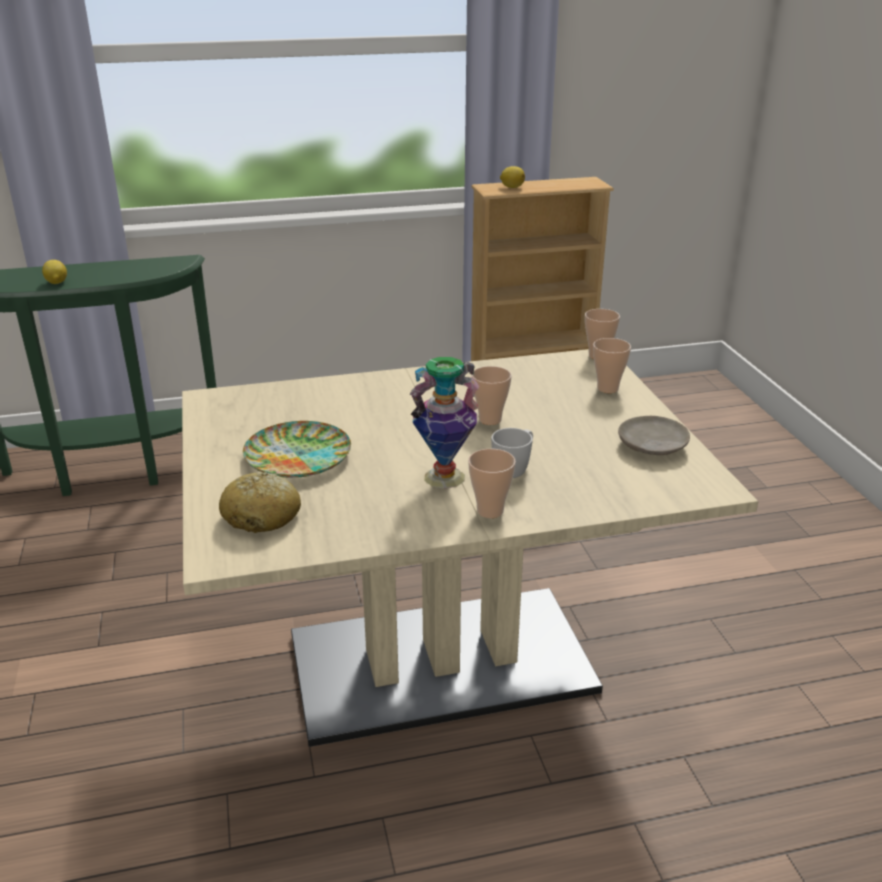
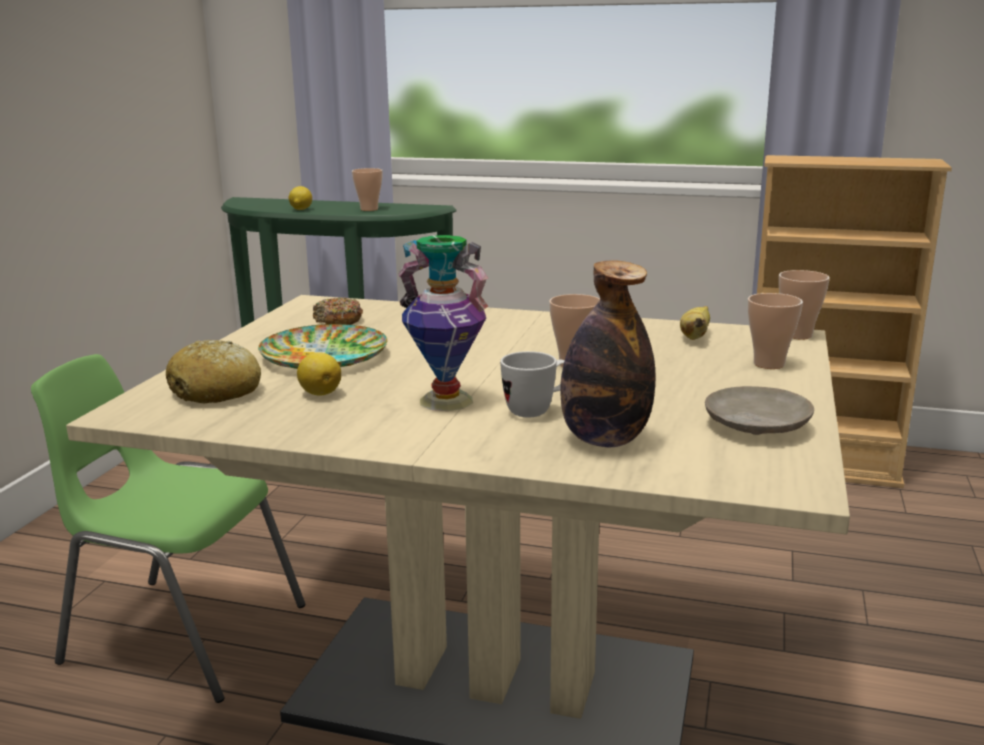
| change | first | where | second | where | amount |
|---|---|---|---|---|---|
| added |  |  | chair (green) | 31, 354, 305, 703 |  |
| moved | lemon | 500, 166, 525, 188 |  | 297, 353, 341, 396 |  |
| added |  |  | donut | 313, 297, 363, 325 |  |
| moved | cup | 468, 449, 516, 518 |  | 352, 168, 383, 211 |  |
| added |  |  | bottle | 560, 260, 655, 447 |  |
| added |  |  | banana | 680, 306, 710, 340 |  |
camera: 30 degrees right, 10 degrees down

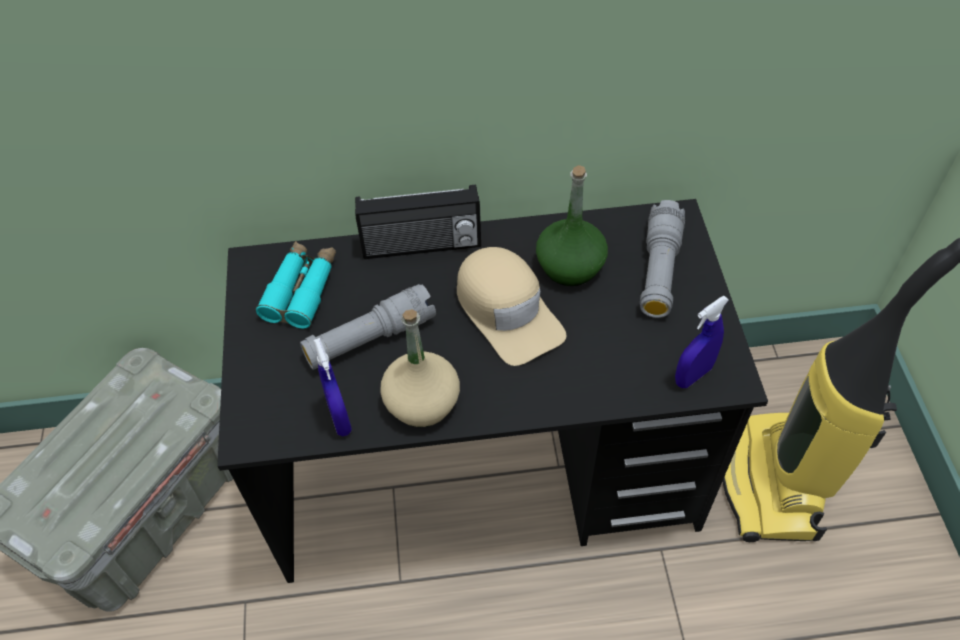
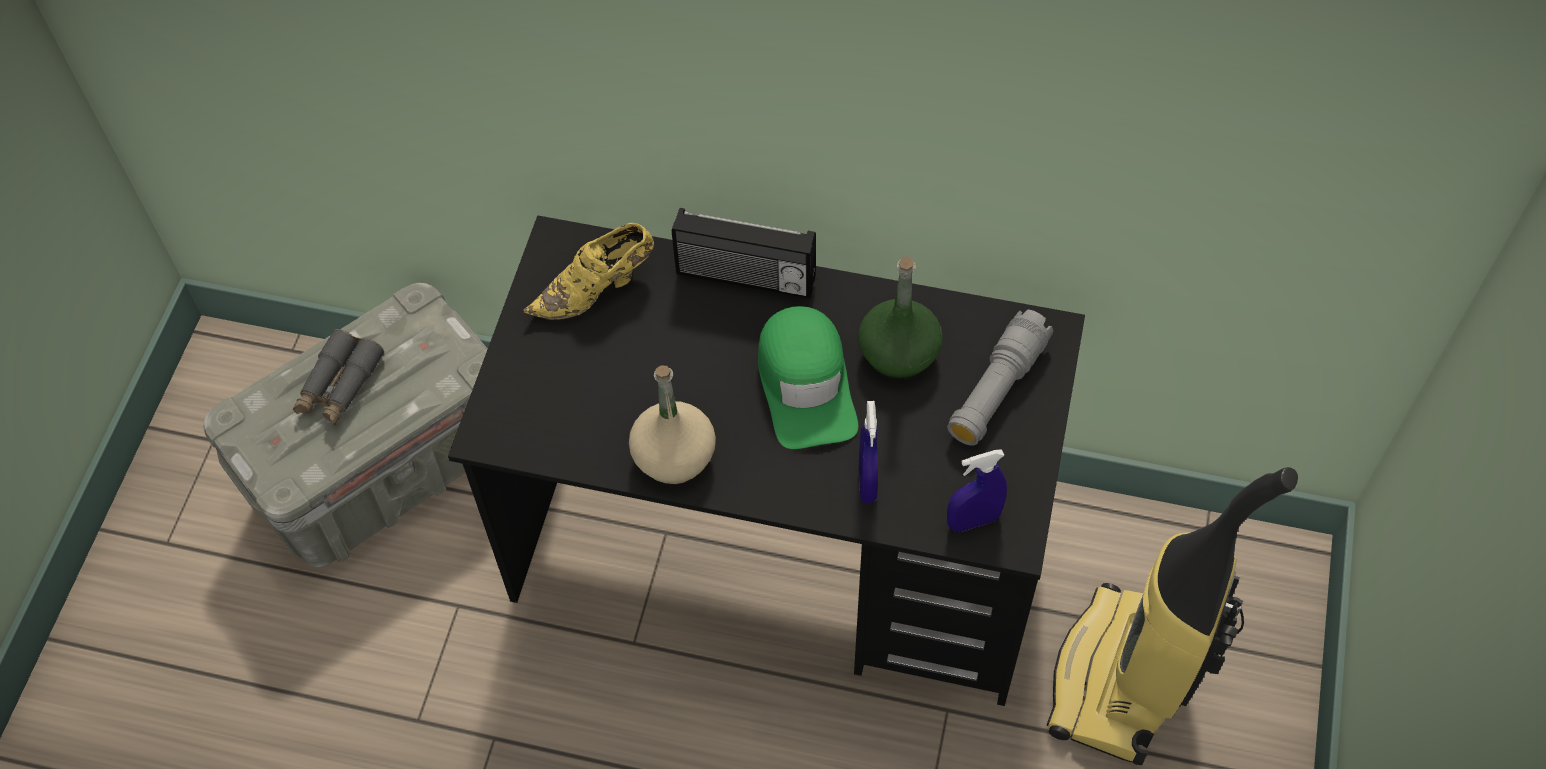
| change | first | where | second | where | amount |
|---|---|---|---|---|---|
| added |  |  | binoculars (grey) | 293, 329, 384, 426 |  |
| replaced | binoculars (turquoise) | 256, 241, 336, 329 | shoe (yellow) | 523, 223, 654, 320 |  |
| recoloured | cap (beige) | 457, 247, 566, 366 | cap (green) | 758, 306, 858, 449 |  |
| moved | spray bottle (blue) | 313, 338, 352, 436 |  | 859, 401, 878, 503 |  |
| removed | flashlight (grey) | 300, 284, 436, 370 |  |  |  |
camera: 20 degrees right, 5 degrees up

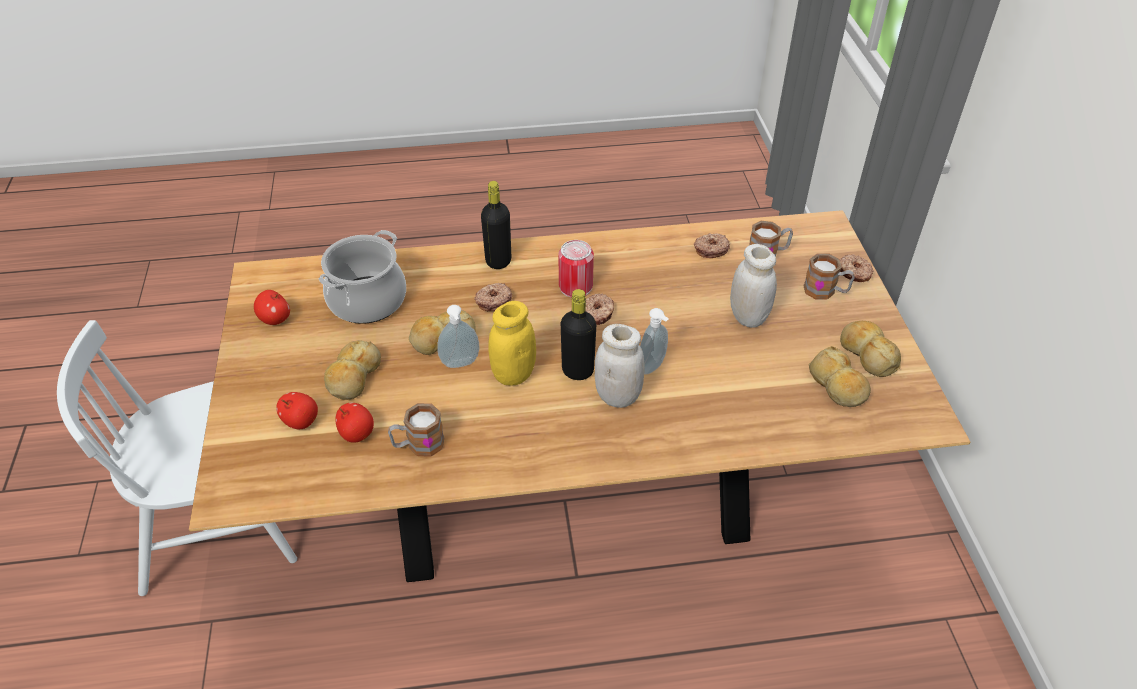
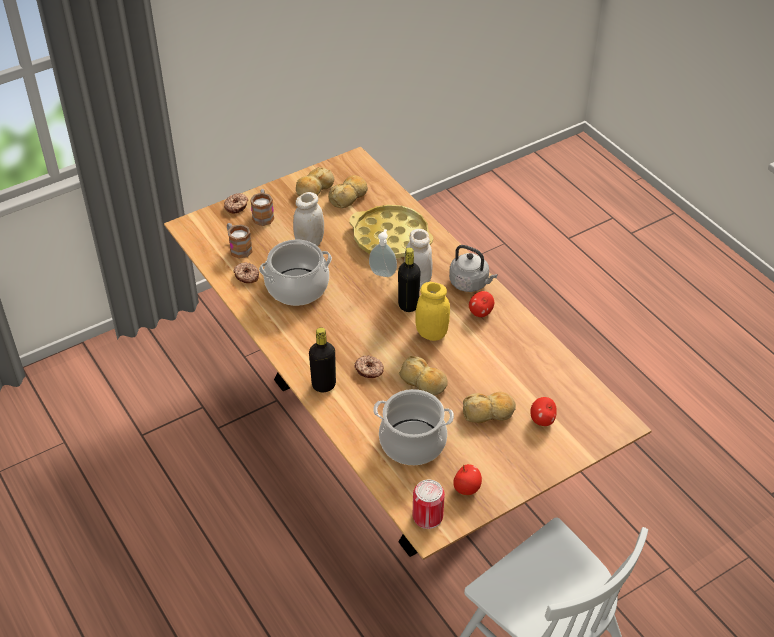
| change | first | where | second | where | amount |
|---|---|---|---|---|---|
| added |  |  | cooking pot | 259, 240, 332, 306 |  |
| added |  |  | tray (yellow) | 349, 205, 433, 258 |  |
| moved | can | 559, 240, 594, 298 |  | 413, 480, 445, 529 |  |
| added |  |  | kettle (grey) | 449, 245, 497, 292 |  |
| moved | apple | 335, 402, 374, 443 |  | 469, 291, 494, 317 |  |
| removed | mug | 388, 403, 444, 457 |  |  |  |
| removed | soap dispenser | 437, 305, 480, 368 |  |  |  |
| removed | donut | 585, 293, 614, 325 |  |  |  |
camera: 115 degrees left, 0 degrees up

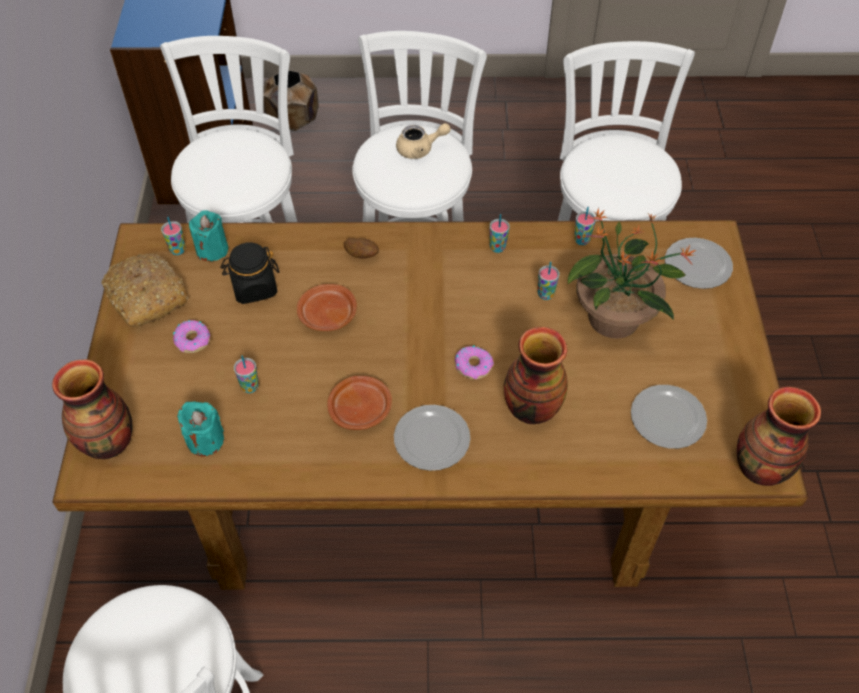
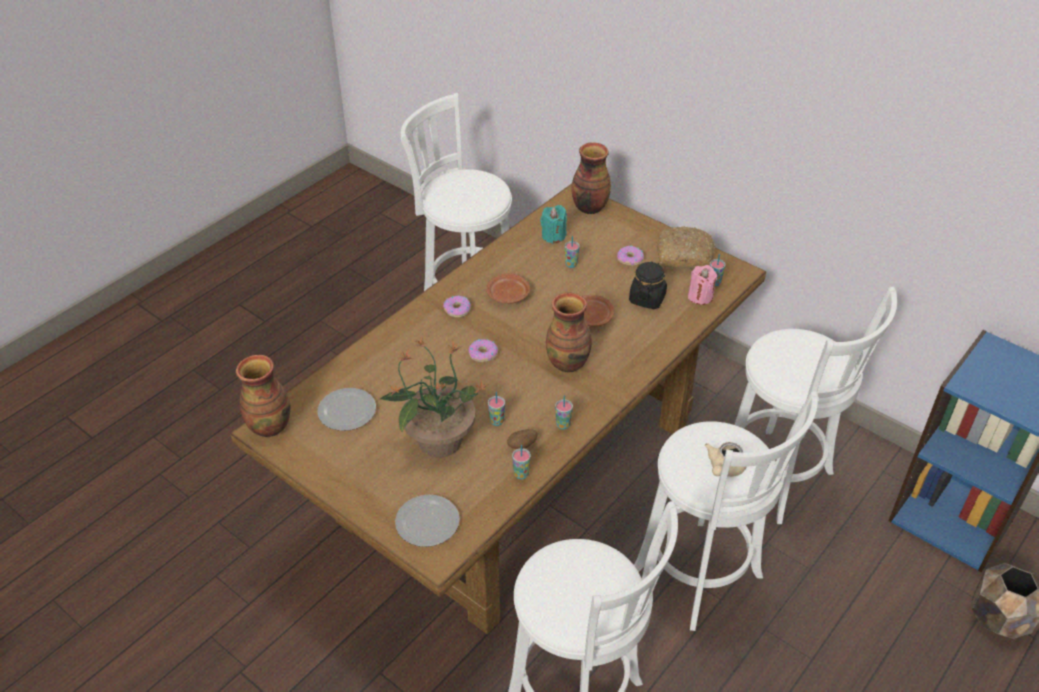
| change | first | where | second | where | amount |
|---|---|---|---|---|---|
| replaced | plate | 394, 405, 470, 471 | donut | 443, 296, 471, 318 |  |
| moved | potato | 344, 238, 379, 259 |  | 507, 429, 537, 449 |  |
| moved | vase | 504, 327, 568, 424 |  | 546, 293, 592, 372 |  |
| recoloured | candle (turquoise) | 189, 210, 228, 261 | candle (pink) | 688, 265, 717, 305 |  |
camera: 130 degrees right, 10 degrees down

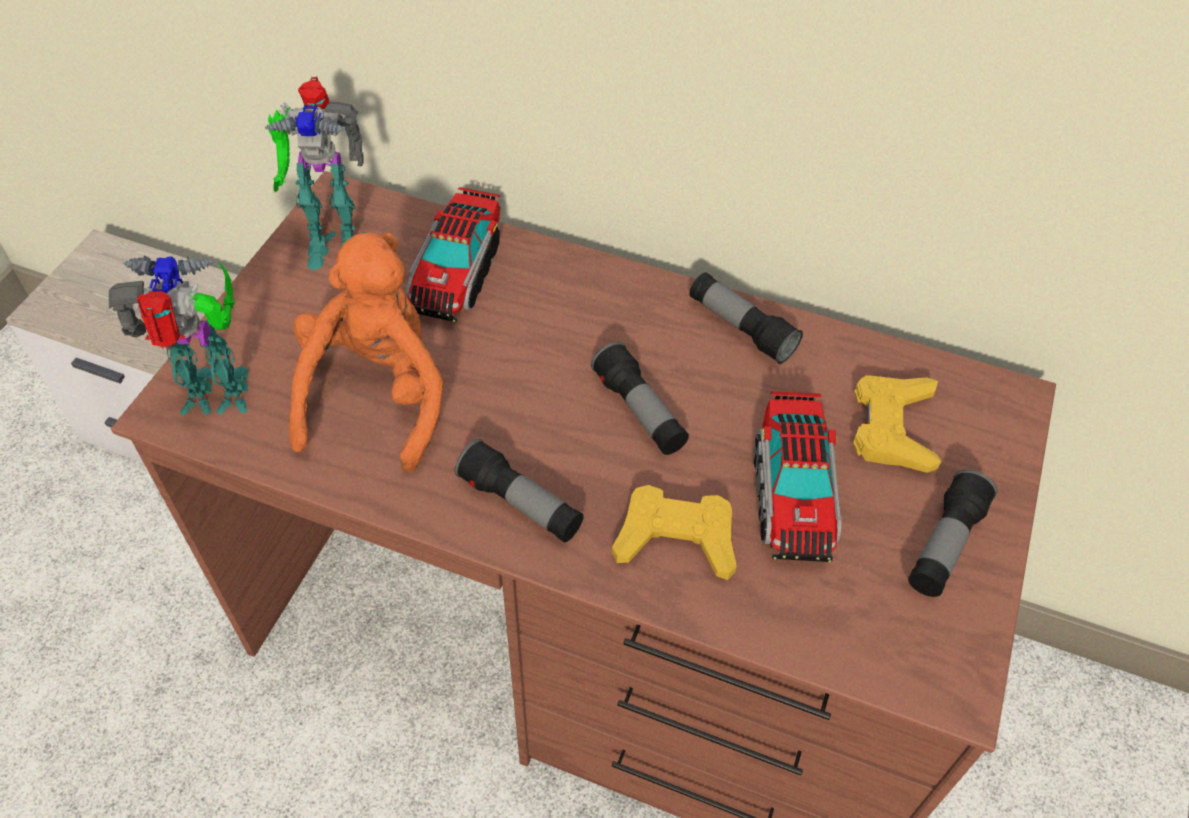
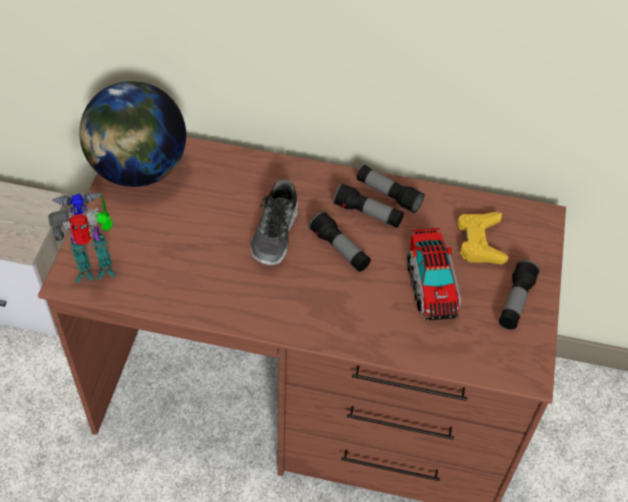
| change | first | where | second | where | amount |
|---|---|---|---|---|---|
| replaced | toy robot | 265, 76, 366, 270 | globe | 79, 81, 186, 187 |  |
| added |  |  | shoe | 251, 180, 298, 265 |  |
| moved | flashlight | 455, 439, 584, 542 |  | 333, 183, 404, 228 |  |
| removed | plush toy (orange) | 289, 233, 444, 472 |  |  |  |
| removed | toy truck | 406, 187, 501, 322 |  |  |  |
| removed | game controller (yellow) | 612, 485, 737, 580 |  |  |  |
camera: 10 degrees left, 0 degrees up

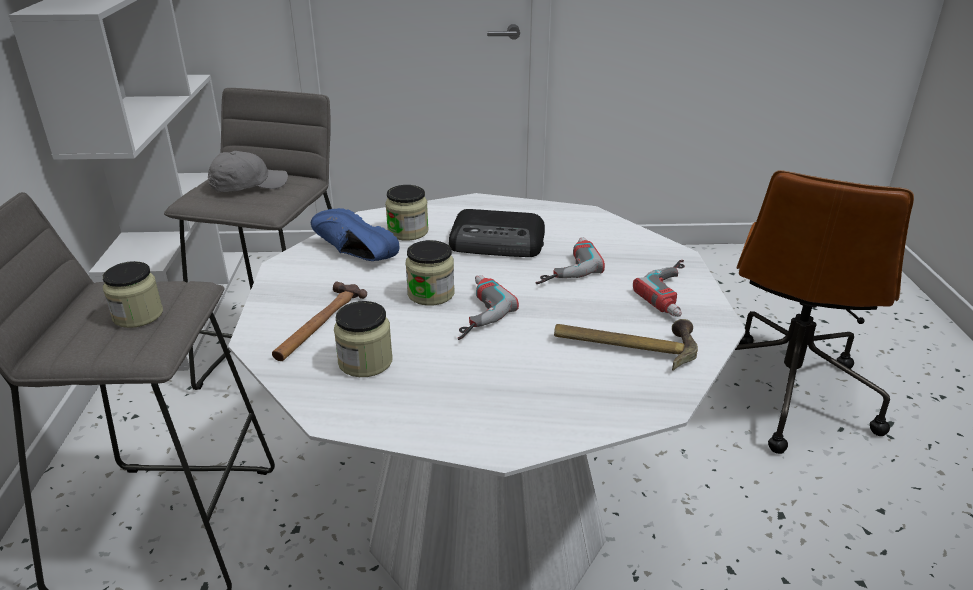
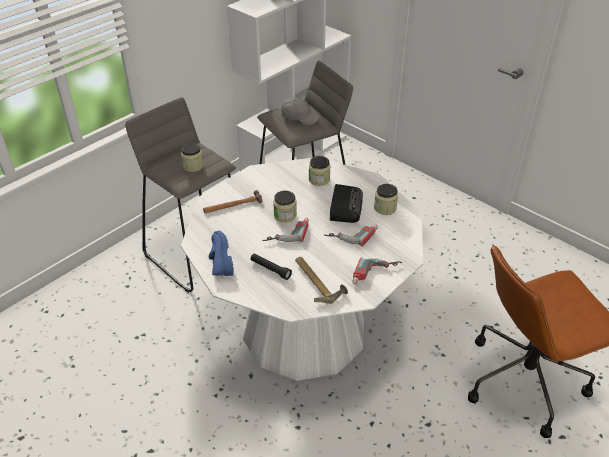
| change | first | where | second | where | amount |
|---|---|---|---|---|---|
| moved | shoe (blue) | 311, 208, 400, 261 |  | 209, 230, 234, 276 |  |
| added |  |  | flashlight (black) | 251, 253, 292, 280 |  |
| turned | radio | 449, 209, 545, 257 |  | 330, 184, 363, 223 | 135 degrees counterclockwise |
| moved | jar | 334, 301, 393, 377 |  | 374, 184, 398, 215 |  |
camera: 45 degrees right, 10 degrees up

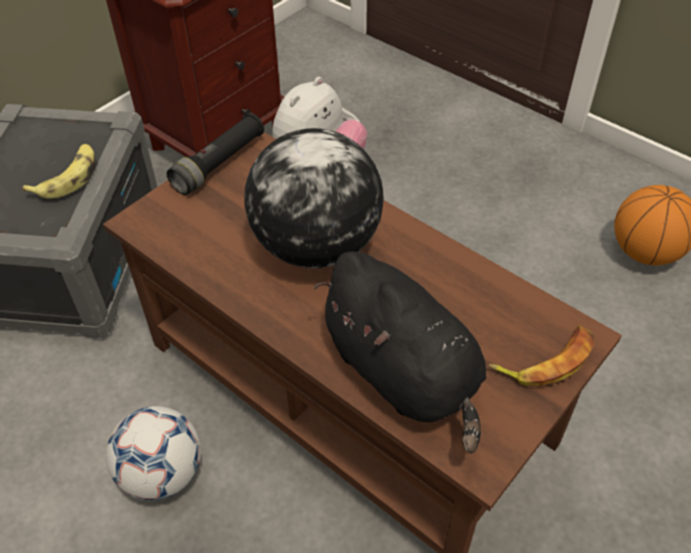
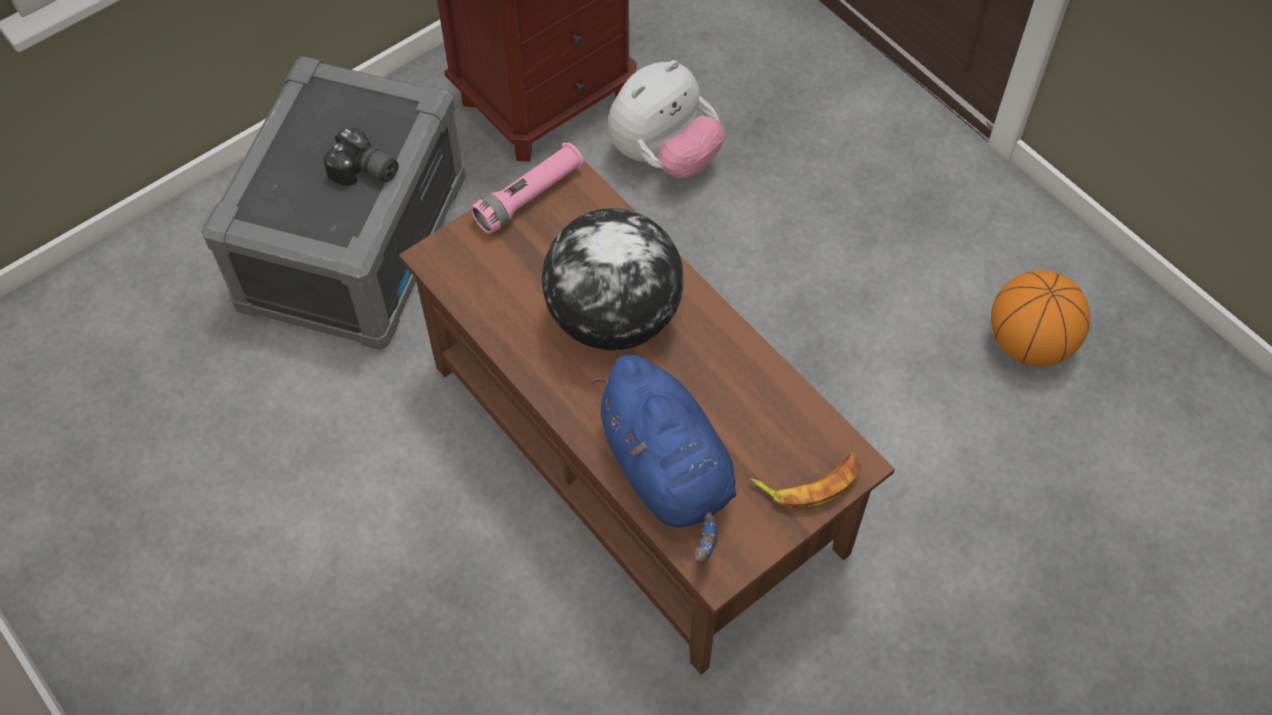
| change | first | where | second | where | amount |
|---|---|---|---|---|---|
| replaced | banana | 23, 144, 95, 199 | photo camera | 323, 127, 399, 186 |  |
| recoloured | flashlight (black) | 167, 113, 264, 195 | flashlight (pink) | 471, 142, 584, 234 |  |
| recoloured | plush toy (black) | 314, 251, 486, 454 | plush toy (blue) | 591, 355, 736, 564 |  |
| removed | football | 106, 406, 201, 501 |  |  |  |
camera: 10 degrees right, 10 degrees up

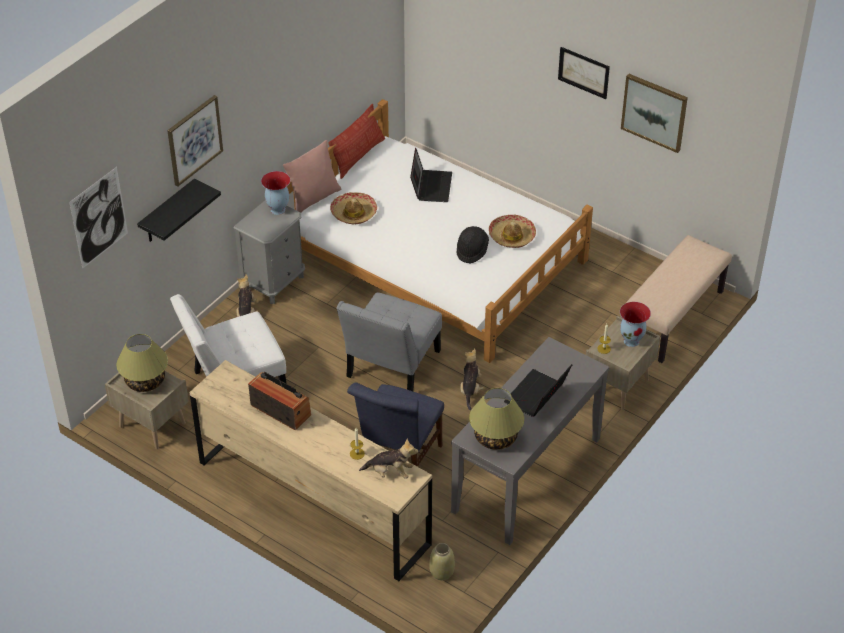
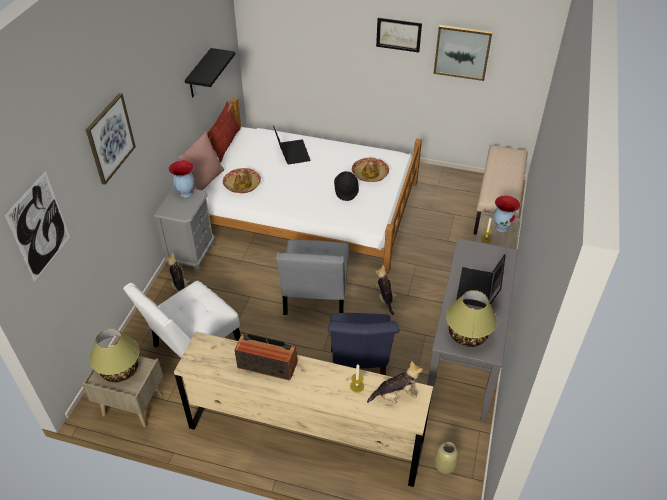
| change | first | where | second | where | amount |
|---|---|---|---|---|---|
| moved | shelf (black) | 137, 179, 221, 242 |  | 185, 48, 235, 98 |  |
camera: 20 degrees left, 0 degrees up

